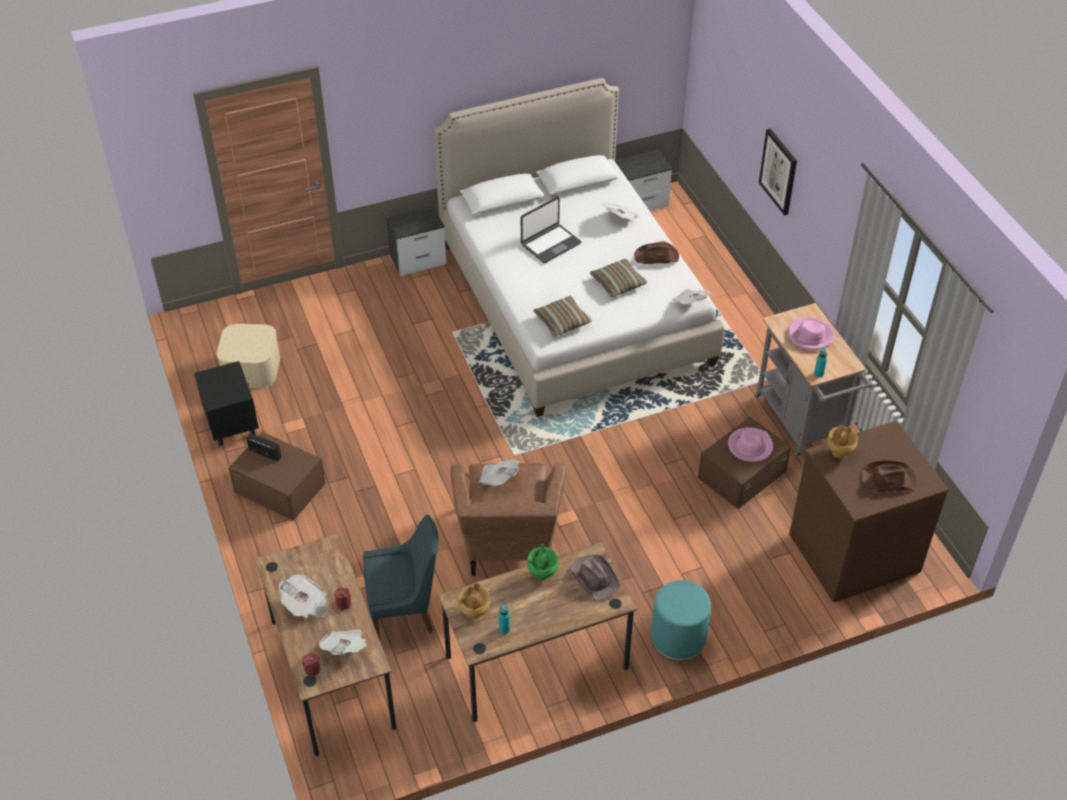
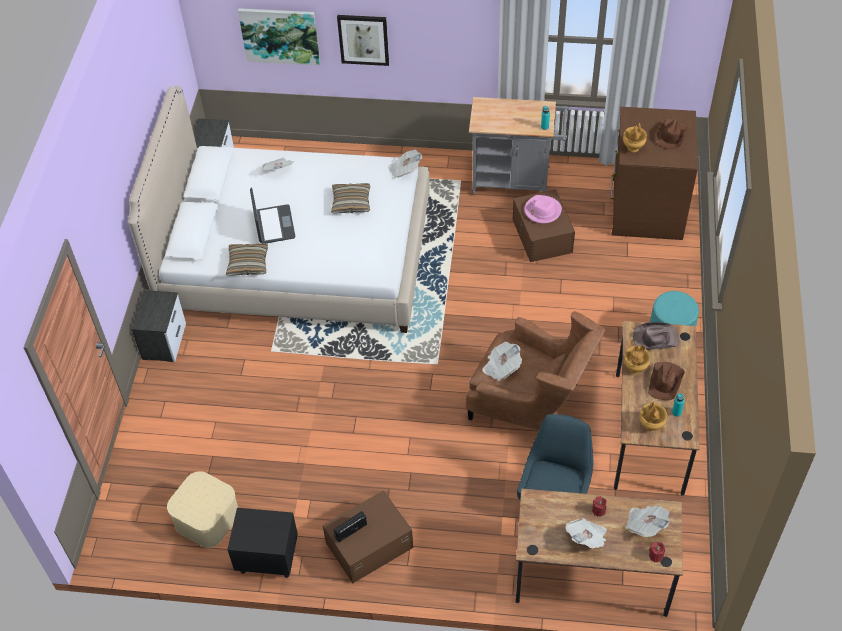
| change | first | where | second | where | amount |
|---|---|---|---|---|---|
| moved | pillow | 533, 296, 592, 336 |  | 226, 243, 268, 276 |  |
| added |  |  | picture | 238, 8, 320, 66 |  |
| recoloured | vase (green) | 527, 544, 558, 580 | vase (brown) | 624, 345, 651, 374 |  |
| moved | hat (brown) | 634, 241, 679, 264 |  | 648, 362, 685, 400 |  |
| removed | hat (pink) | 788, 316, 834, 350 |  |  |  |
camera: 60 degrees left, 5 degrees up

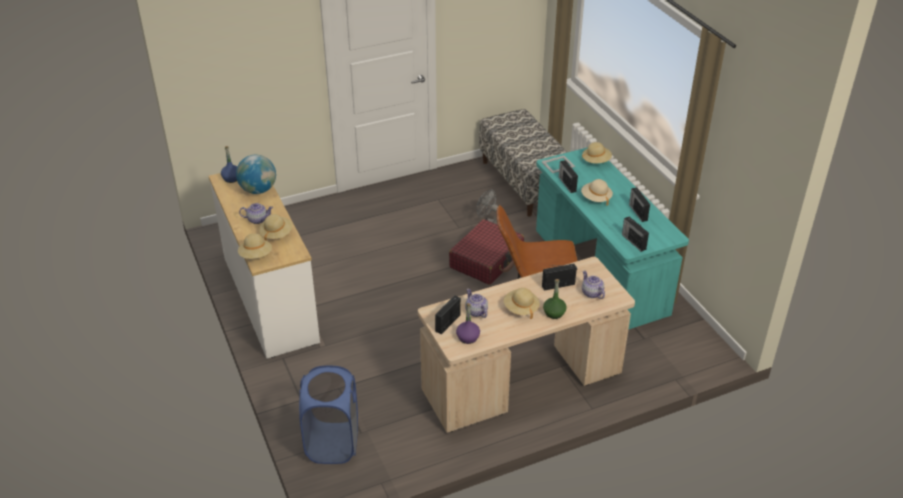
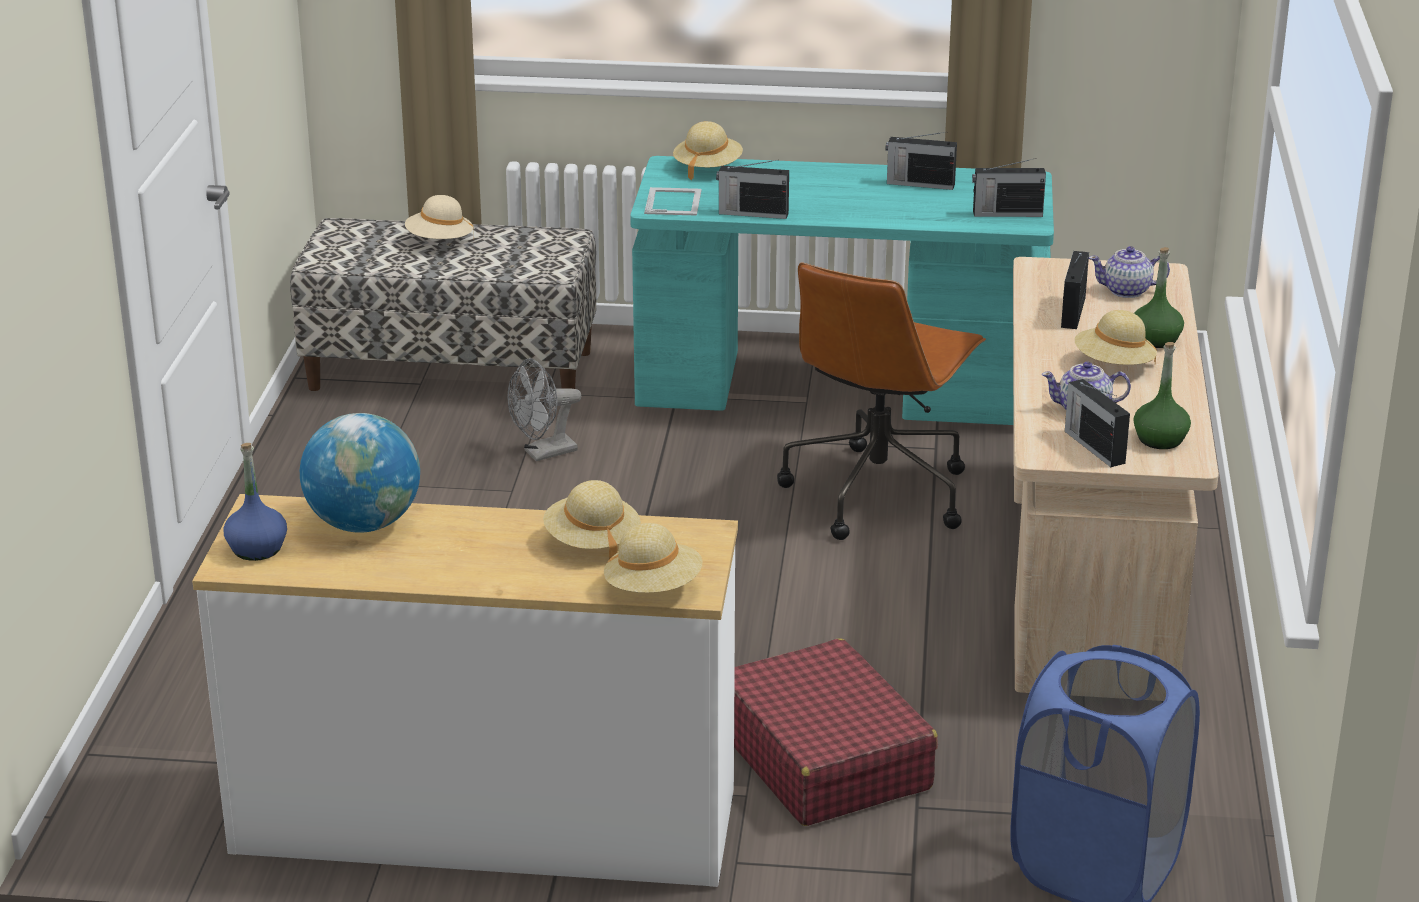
| change | first | where | second | where | amount |
|---|---|---|---|---|---|
| moved | hat (beige) | 581, 179, 613, 206 |  | 405, 195, 474, 239 |  |
| moved | suitcase (red) | 449, 219, 524, 285 |  | 734, 638, 938, 826 |  |
| recoloured | bottle (purple) | 456, 303, 480, 344 | bottle (green) | 1133, 342, 1191, 449 |  |
| removed | teapot | 239, 203, 273, 224 |  |  |  |
camera: 60 degrees left, 10 degrees down

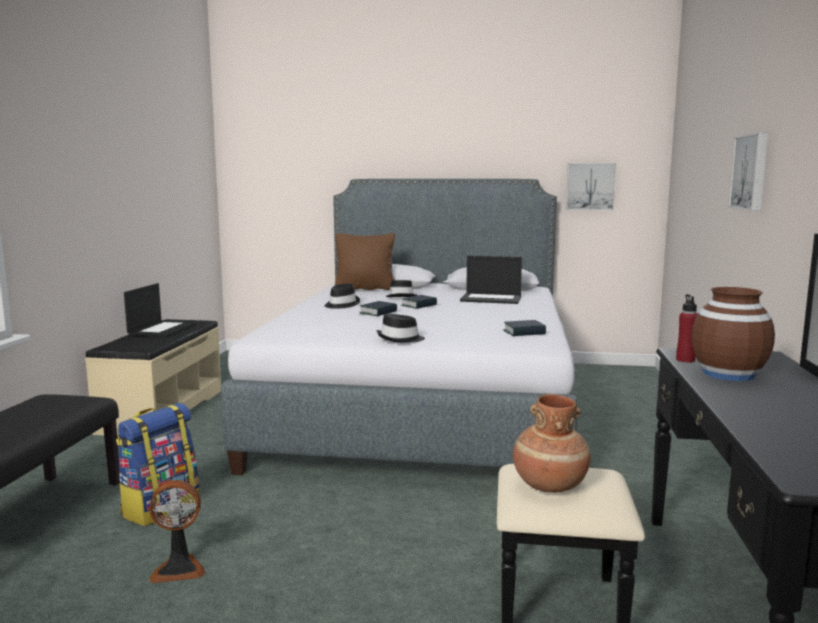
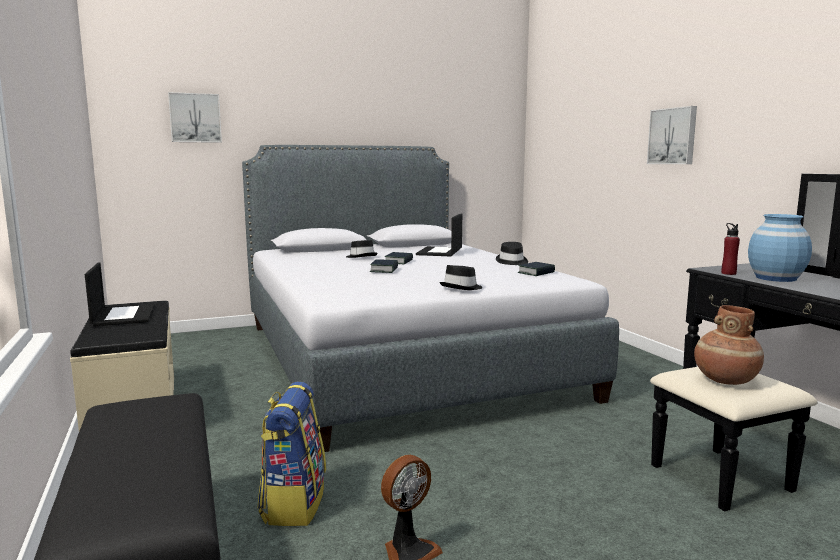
| change | first | where | second | where | amount |
|---|---|---|---|---|---|
| moved | picture | 566, 163, 617, 211 |  | 168, 92, 222, 143 |  |
| turned | laptop | 460, 256, 522, 304 |  | 416, 214, 462, 256 | 120 degrees clockwise |
| moved | hat (black) | 325, 284, 360, 309 |  | 496, 242, 528, 265 |  |
| recoloured | vase (brown) | 691, 287, 775, 381 | vase (blue) | 748, 214, 812, 282 |  |
| removed | pillow (brown) | 335, 233, 395, 290 |  |  |  |
camera: 30 degrees left, 0 degrees up

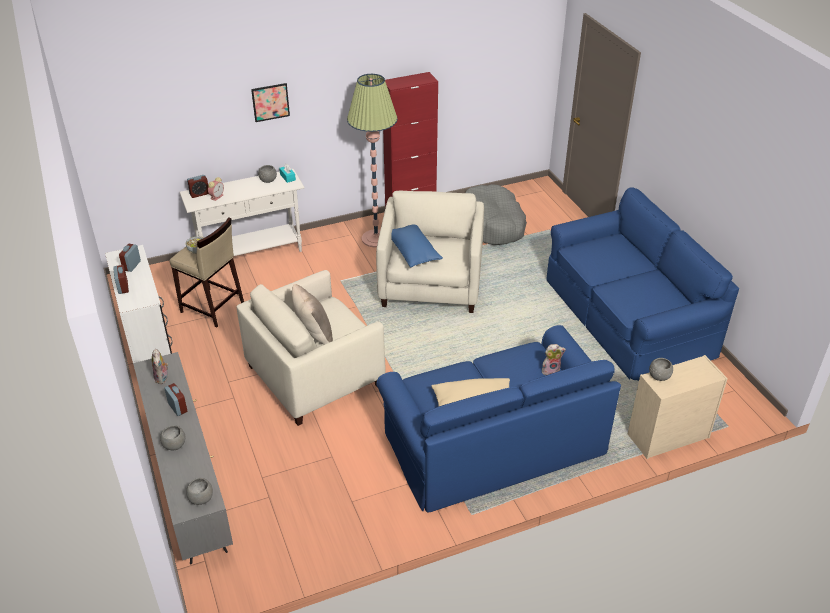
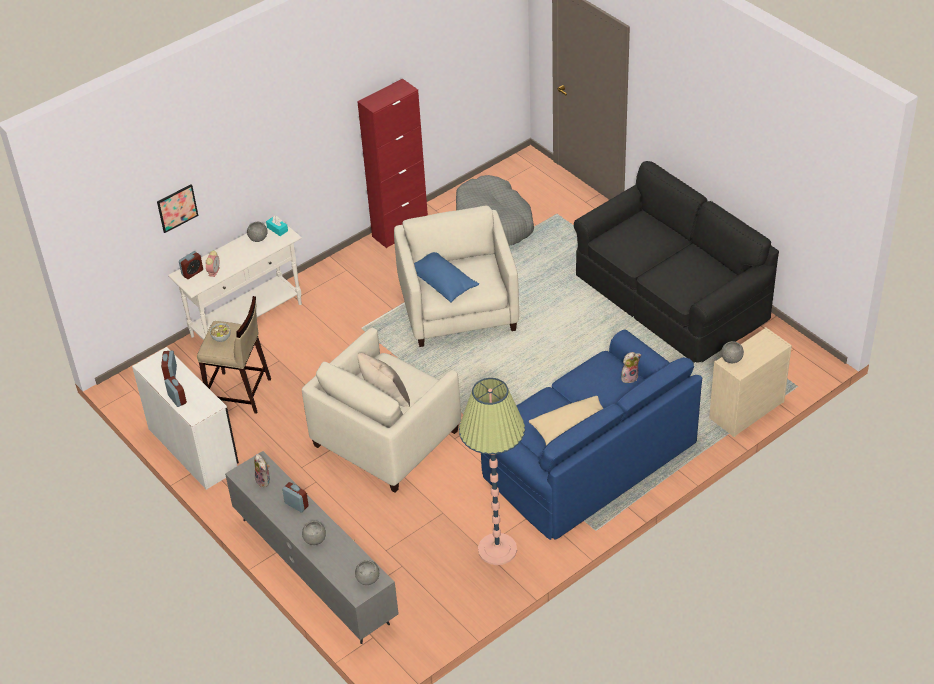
| change | first | where | second | where | amount |
|---|---|---|---|---|---|
| moved | picture | 251, 83, 290, 122 |  | 157, 184, 198, 233 |  |
| moved | floor lamp | 347, 74, 397, 248 |  | 459, 378, 525, 565 |  |
| recoloured | sofa (blue) | 546, 187, 739, 381 | sofa (black) | 574, 161, 779, 363 |  |
camera: 15 degrees left, 5 degrees up

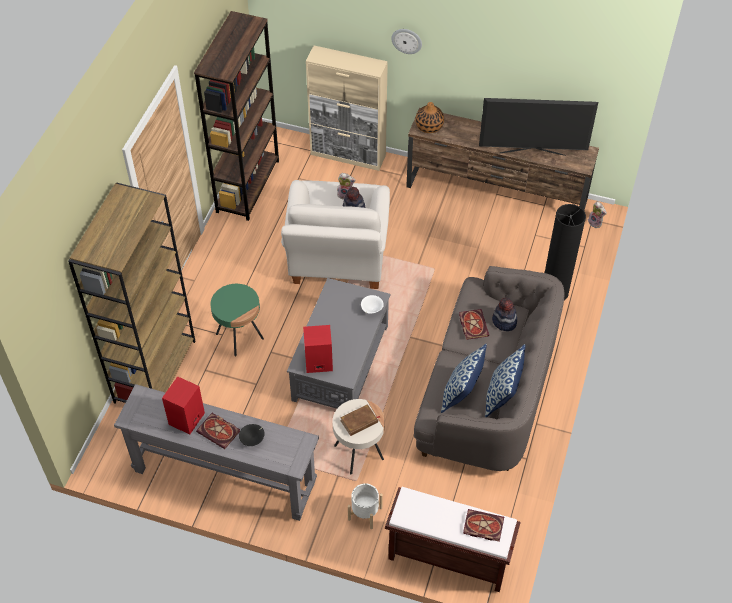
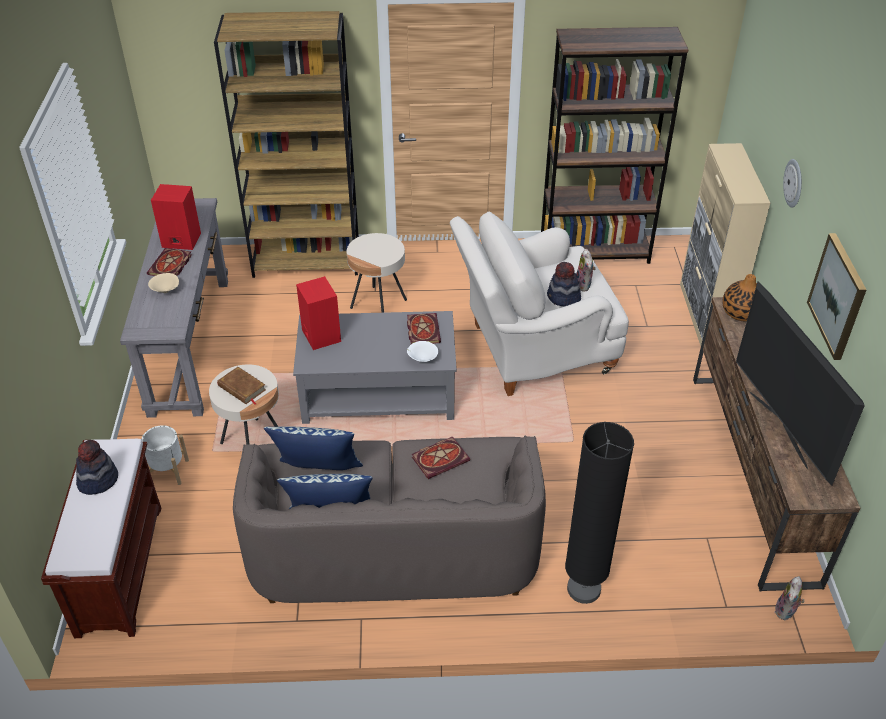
| change | first | where | second | where | amount |
|---|---|---|---|---|---|
| moved | hat | 492, 298, 517, 331 |  | 76, 440, 118, 495 |  |
| recoloured | bowl (black) | 239, 424, 265, 446 | bowl (beige) | 148, 273, 179, 293 |  |
| recoloured | side table (green) | 210, 284, 264, 356 | side table (beige) | 346, 233, 407, 313 |  |
| moved | book | 463, 509, 504, 542 |  | 407, 313, 441, 344 |  |
| added |  |  | picture | 807, 233, 867, 360 |  |
camera: 70 degrees right, 10 degrees down

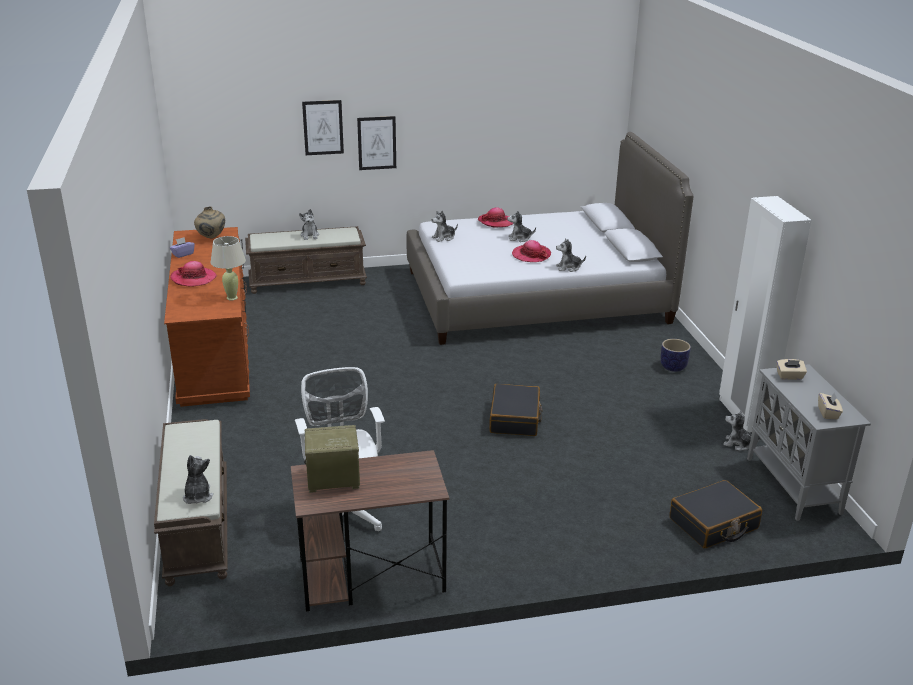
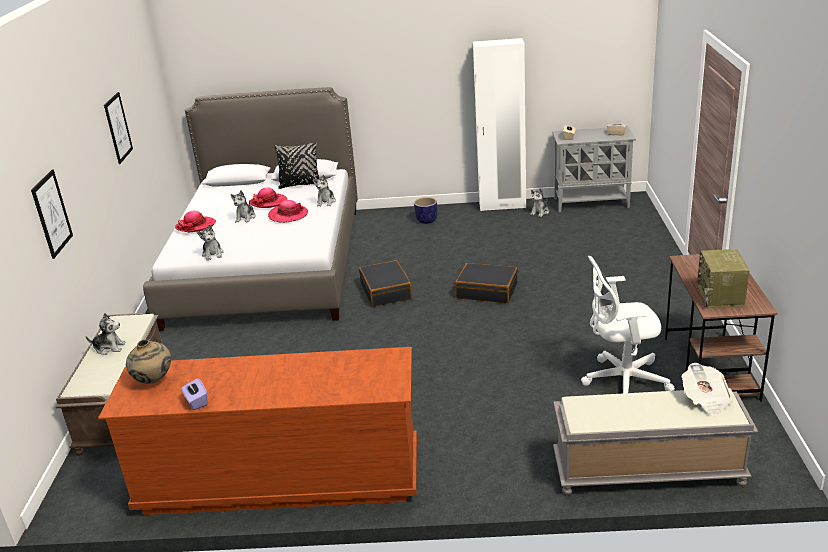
| change | first | where | second | where | amount |
|---|---|---|---|---|---|
| moved | picture | 357, 116, 396, 170 |  | 104, 92, 133, 164 |  |
| moved | hat | 170, 261, 217, 286 |  | 250, 187, 287, 208 |  |
| added |  |  | pillow (black) | 275, 142, 319, 189 |  |
| moved | suitcase (black) | 670, 480, 762, 548 |  | 359, 260, 412, 307 |  |
| recoloured | bench (brown) | 154, 419, 228, 586 | bench (grey) | 553, 388, 758, 495 |  |
| replaced | plush toy | 183, 455, 213, 504 | newspaper | 682, 363, 733, 416 |  |
| removed | table lamp (beige) | 210, 236, 246, 300 |  |  |  |
camera: 75 degrees left, 0 degrees up

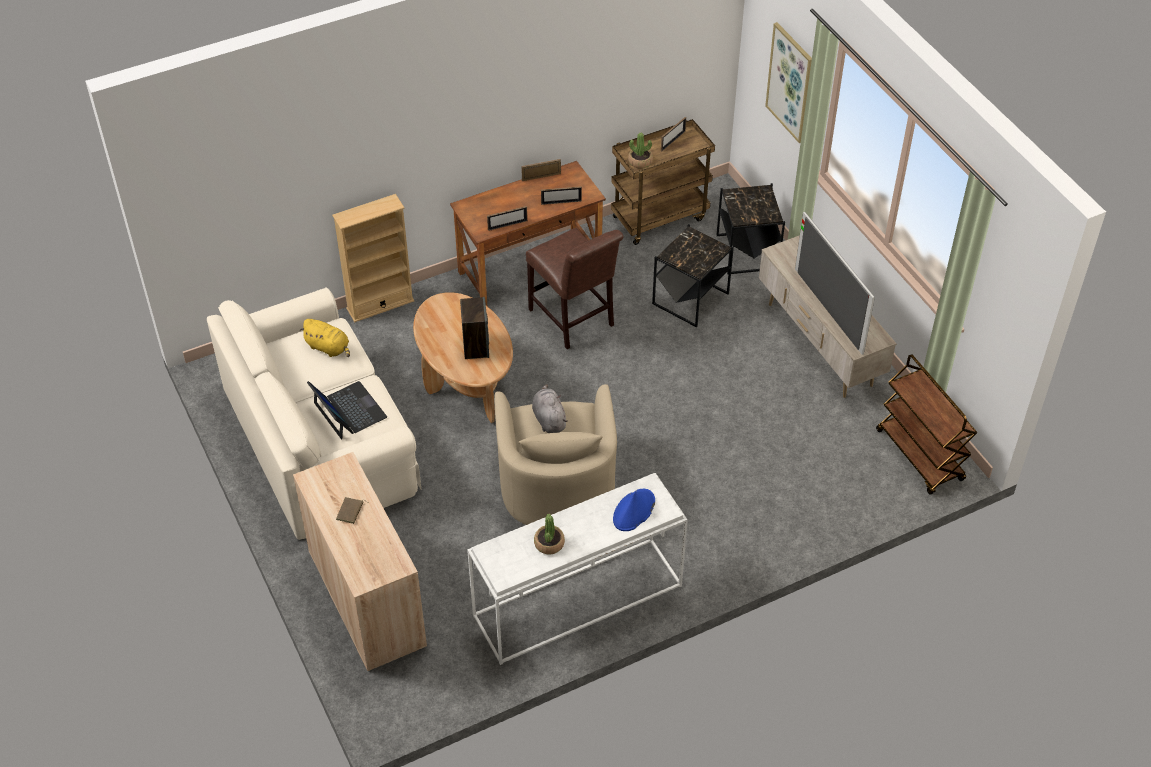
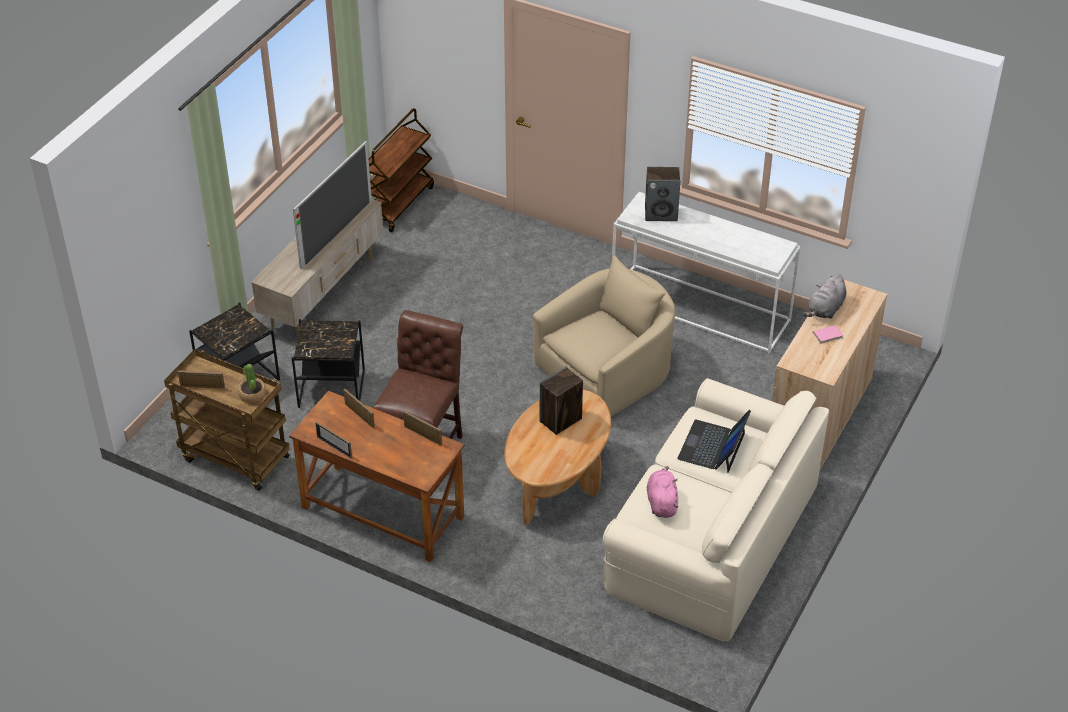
| change | first | where | second | where | amount |
|---|---|---|---|---|---|
| replaced | hat (blue) | 613, 489, 655, 531 | speaker | 645, 167, 680, 221 |  |
| recoloured | plush toy (yellow) | 300, 319, 350, 357 | plush toy (pink) | 647, 466, 678, 518 |  |
| moved | plush toy (grey) | 532, 384, 568, 433 |  | 803, 274, 847, 319 |  |
| recoloured | book (brown) | 336, 497, 369, 524 | book (pink) | 811, 325, 843, 344 |  |
| removed | bookcase (beige) | 332, 194, 414, 323 |  |  |  |
| removed | potted plant | 534, 514, 565, 554 |  |  |  |
| removed | picture | 765, 22, 812, 143 |  |  |  |
camera: 125 degrees left, 5 degrees down

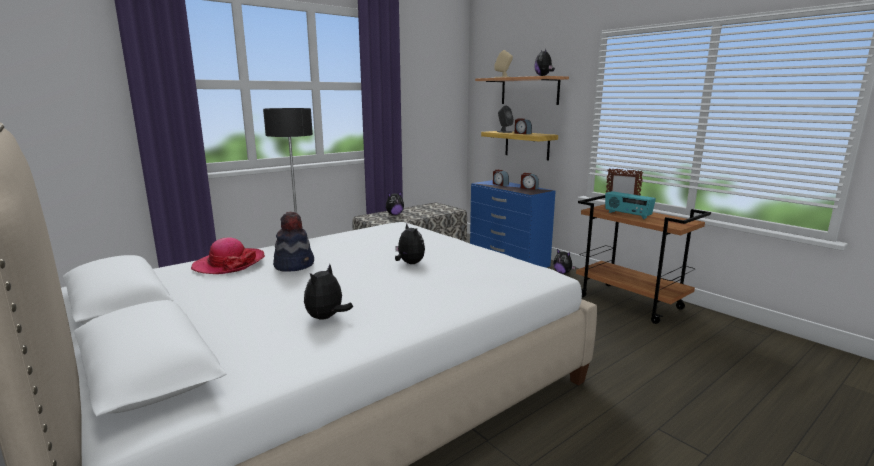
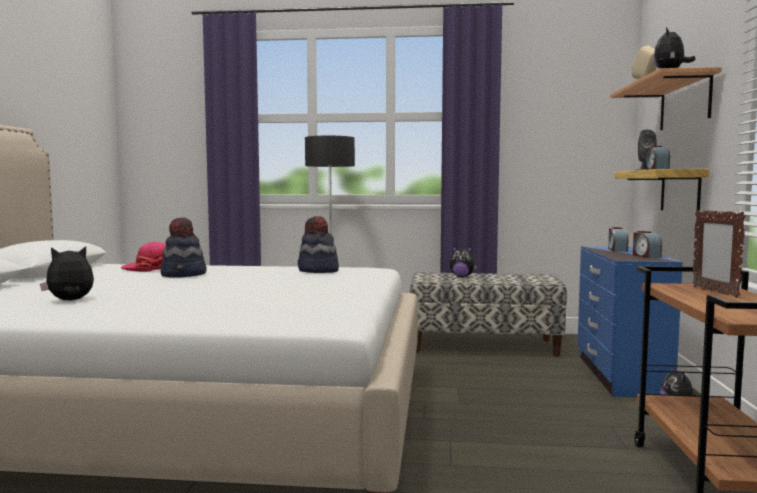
| change | first | where | second | where | amount |
|---|---|---|---|---|---|
| added |  |  | hat | 298, 216, 339, 273 |  |
| removed | plush toy | 395, 223, 425, 264 |  |  |  |
| removed | radio | 605, 191, 656, 219 |  |  |  |
camera: 45 degrees right, 10 degrees down

